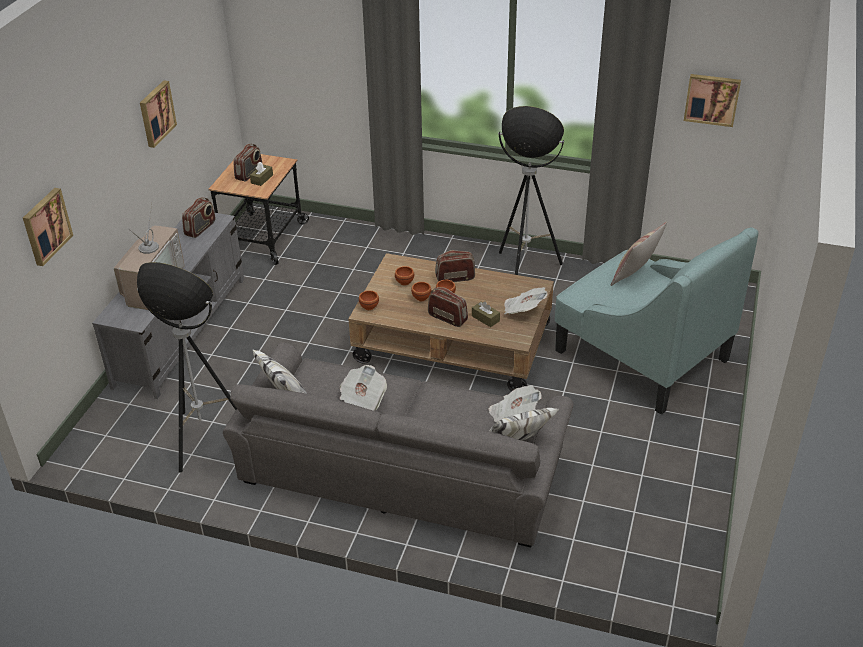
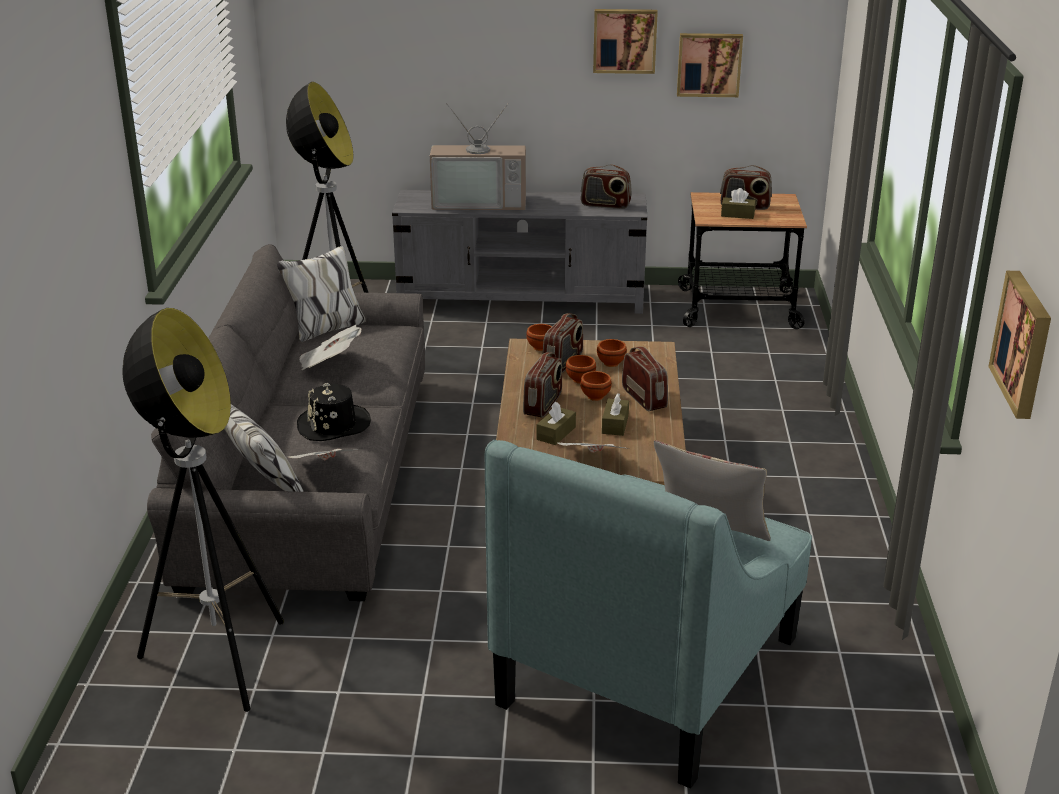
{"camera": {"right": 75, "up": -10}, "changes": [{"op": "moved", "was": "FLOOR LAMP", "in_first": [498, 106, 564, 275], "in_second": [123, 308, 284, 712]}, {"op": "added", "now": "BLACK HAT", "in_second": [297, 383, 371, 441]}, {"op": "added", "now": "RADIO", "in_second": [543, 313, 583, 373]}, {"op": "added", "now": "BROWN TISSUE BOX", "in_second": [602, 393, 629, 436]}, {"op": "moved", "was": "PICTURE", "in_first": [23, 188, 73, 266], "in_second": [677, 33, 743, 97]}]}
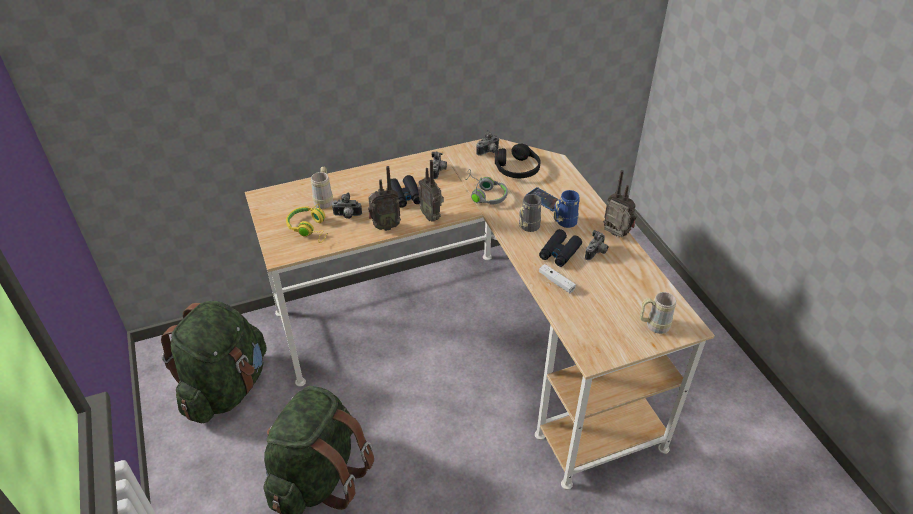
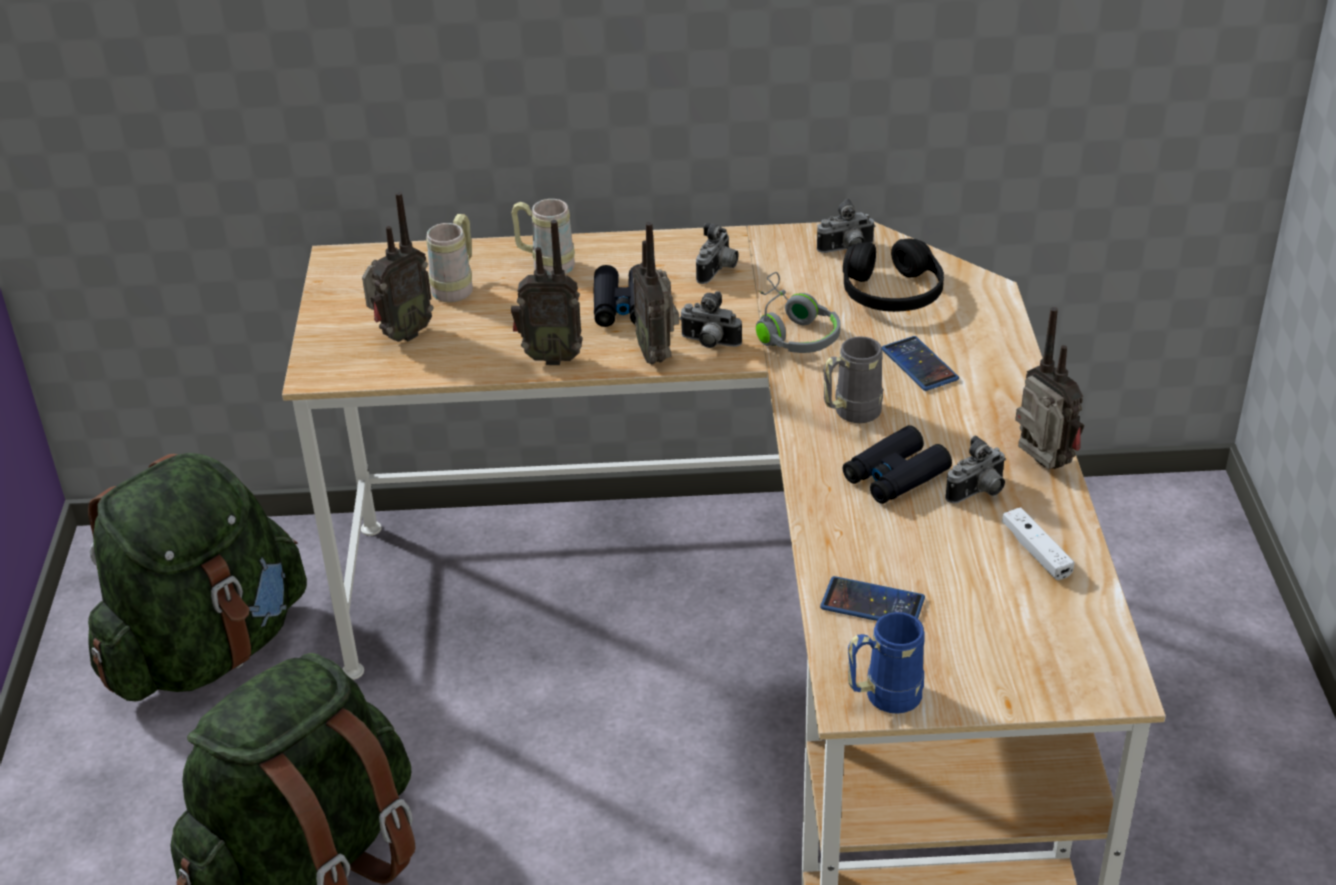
{"camera": {"right": 20, "up": -5}, "changes": [{"op": "replaced", "was": "YELLOW HEADPHONES", "now": "RADIO", "in_first": [286, 204, 328, 243], "in_second": [362, 192, 433, 342]}, {"op": "moved", "was": "BEIGE MUG", "in_first": [640, 292, 676, 334], "in_second": [511, 199, 575, 275]}, {"op": "moved", "was": "PHOTO CAMERA", "in_first": [332, 193, 362, 219], "in_second": [679, 291, 742, 348]}, {"op": "added", "now": "PHONE", "in_second": [820, 576, 925, 621]}, {"op": "moved", "was": "BLUE MUG", "in_first": [554, 190, 580, 228], "in_second": [848, 612, 925, 714]}, {"op": "moved", "was": "WHITE GAME CONTROLLER", "in_first": [539, 264, 576, 293], "in_second": [1002, 507, 1074, 580]}]}
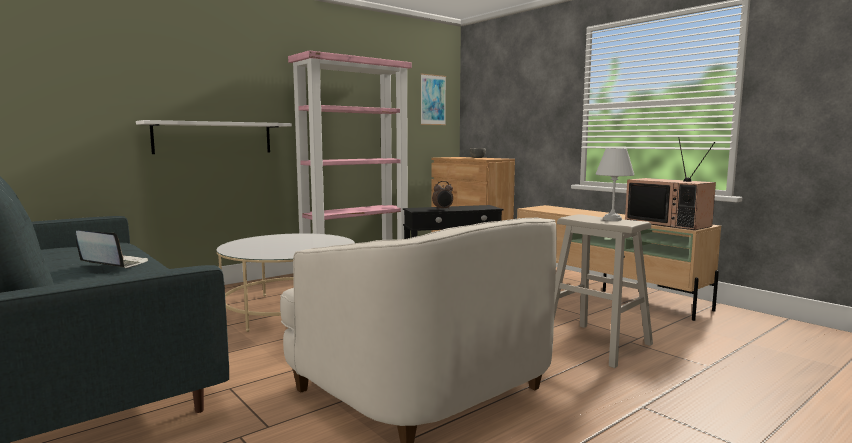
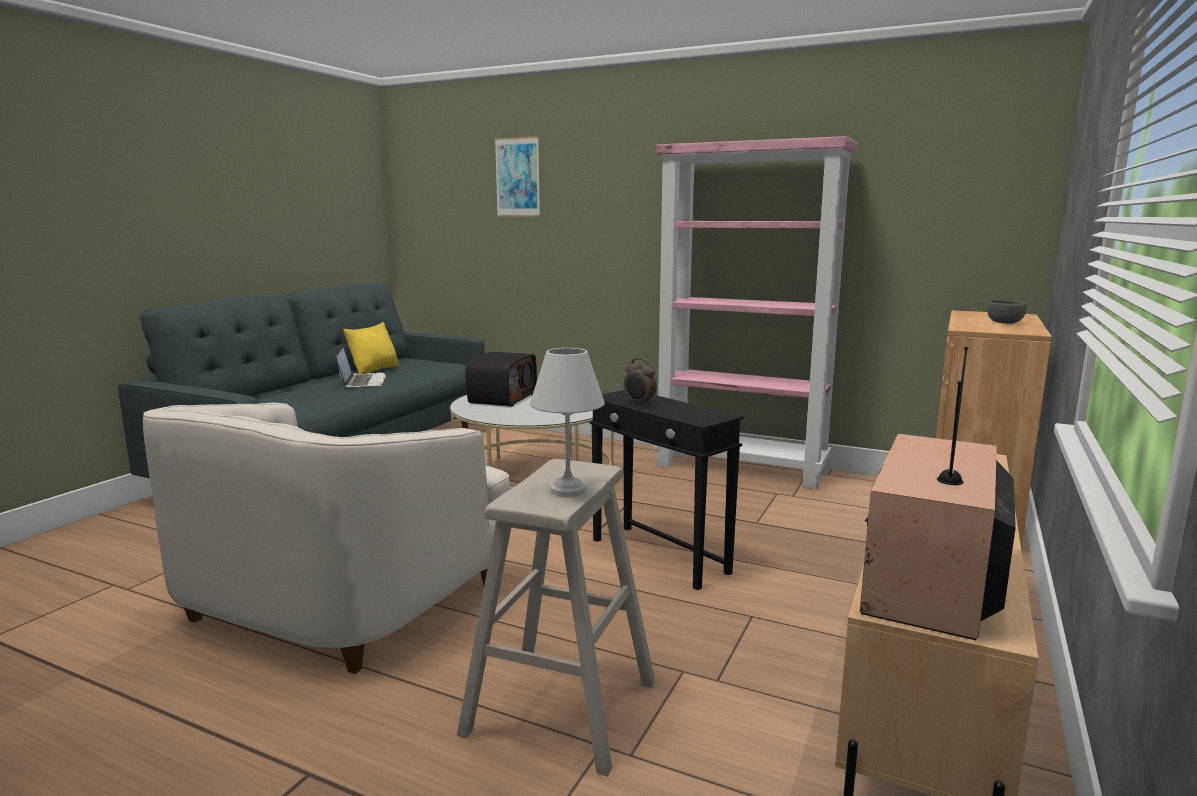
{"camera": {"right": 65, "up": 5}, "changes": [{"op": "added", "now": "YELLOW PILLOW", "in_second": [343, 322, 399, 374]}, {"op": "added", "now": "RADIO", "in_second": [466, 352, 537, 407]}, {"op": "moved", "was": "PICTURE", "in_first": [421, 74, 446, 125], "in_second": [495, 136, 540, 217]}, {"op": "removed", "was": "WHITE SHELF", "in_first": [136, 120, 292, 154]}]}
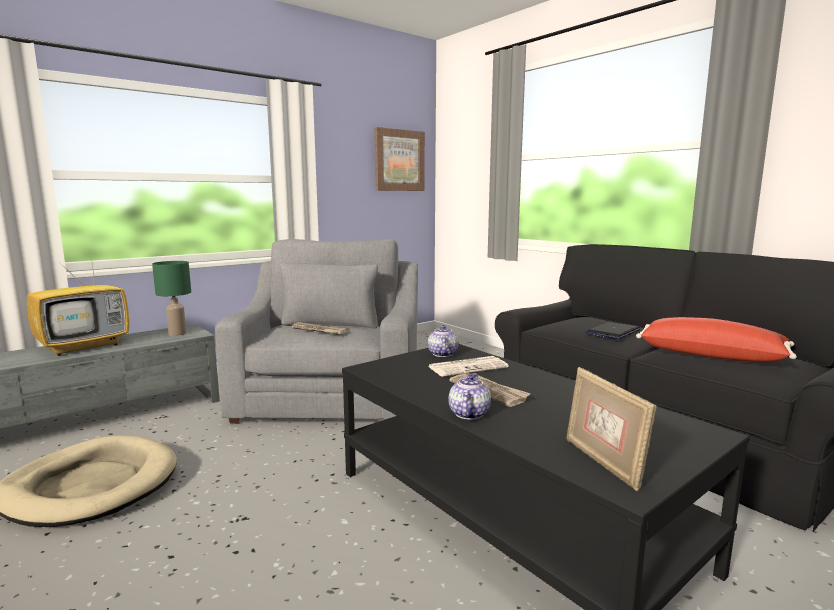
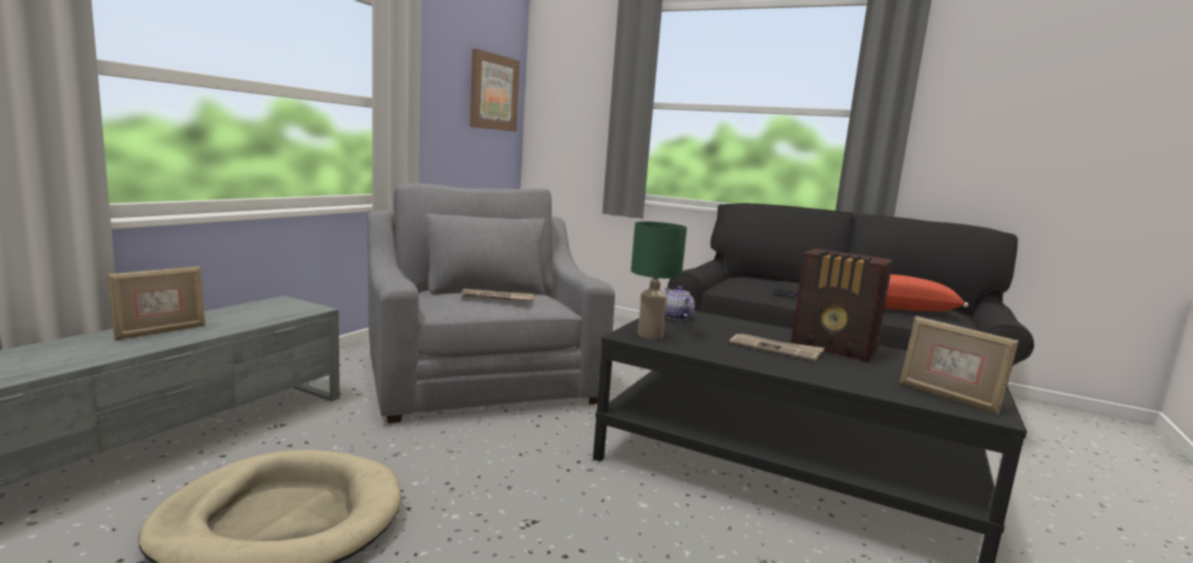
{"camera": {"right": -25, "up": 0}, "changes": [{"op": "replaced", "was": "TELEVISION", "now": "PICTURE FRAME", "in_first": [27, 250, 129, 356], "in_second": [107, 266, 206, 341]}, {"op": "moved", "was": "GREEN TABLE LAMP", "in_first": [152, 261, 191, 336], "in_second": [631, 222, 687, 340]}, {"op": "added", "now": "RADIO", "in_second": [791, 249, 893, 362]}, {"op": "removed", "was": "NEWSPAPER", "in_first": [428, 356, 509, 377]}, {"op": "removed", "was": "TEAPOT", "in_first": [449, 373, 491, 420]}]}
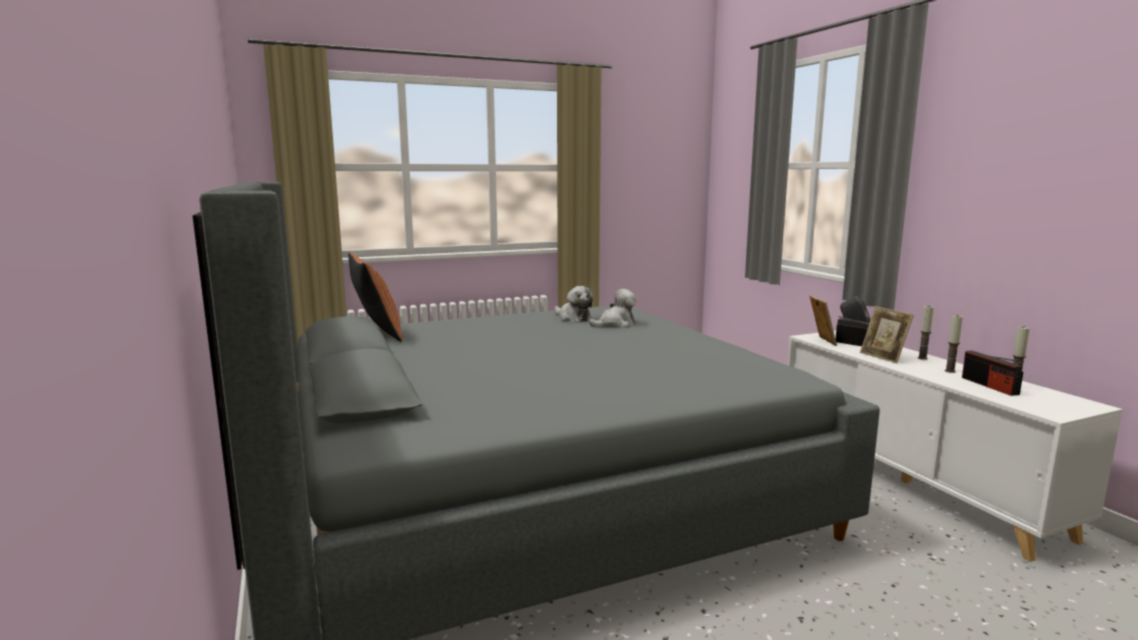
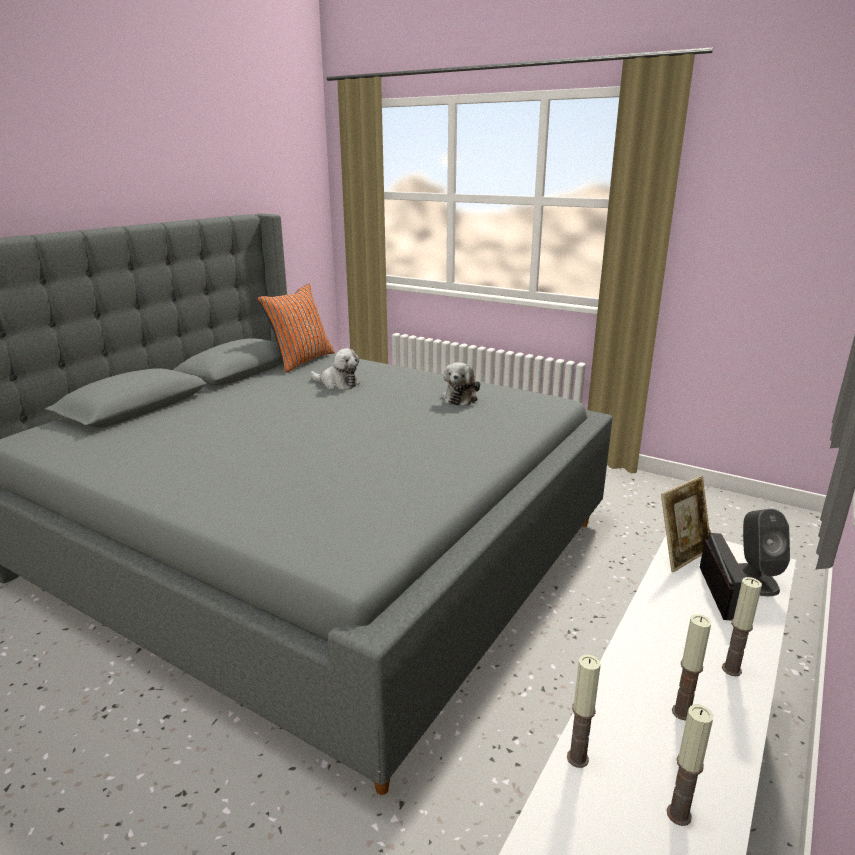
{"camera": {"right": 55, "up": 10}, "changes": [{"op": "moved", "was": "PLUSH TOY", "in_first": [589, 289, 637, 328], "in_second": [310, 348, 360, 390]}, {"op": "added", "now": "CANDLE", "in_second": [567, 655, 601, 768]}, {"op": "removed", "was": "PICTURE FRAME", "in_first": [860, 306, 914, 364]}, {"op": "removed", "was": "RADIO", "in_first": [962, 351, 1024, 396]}]}
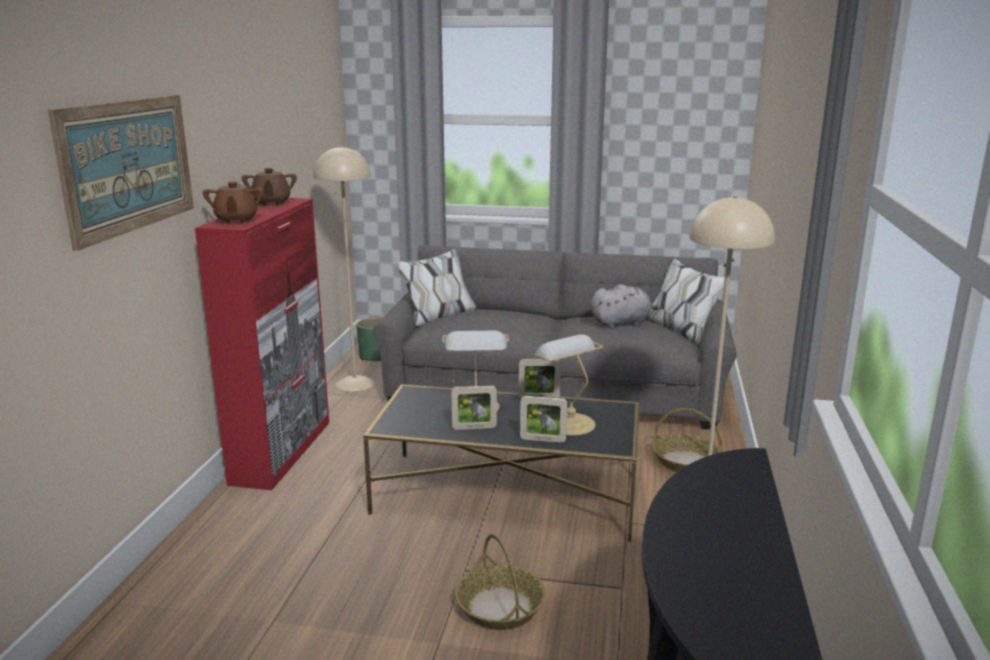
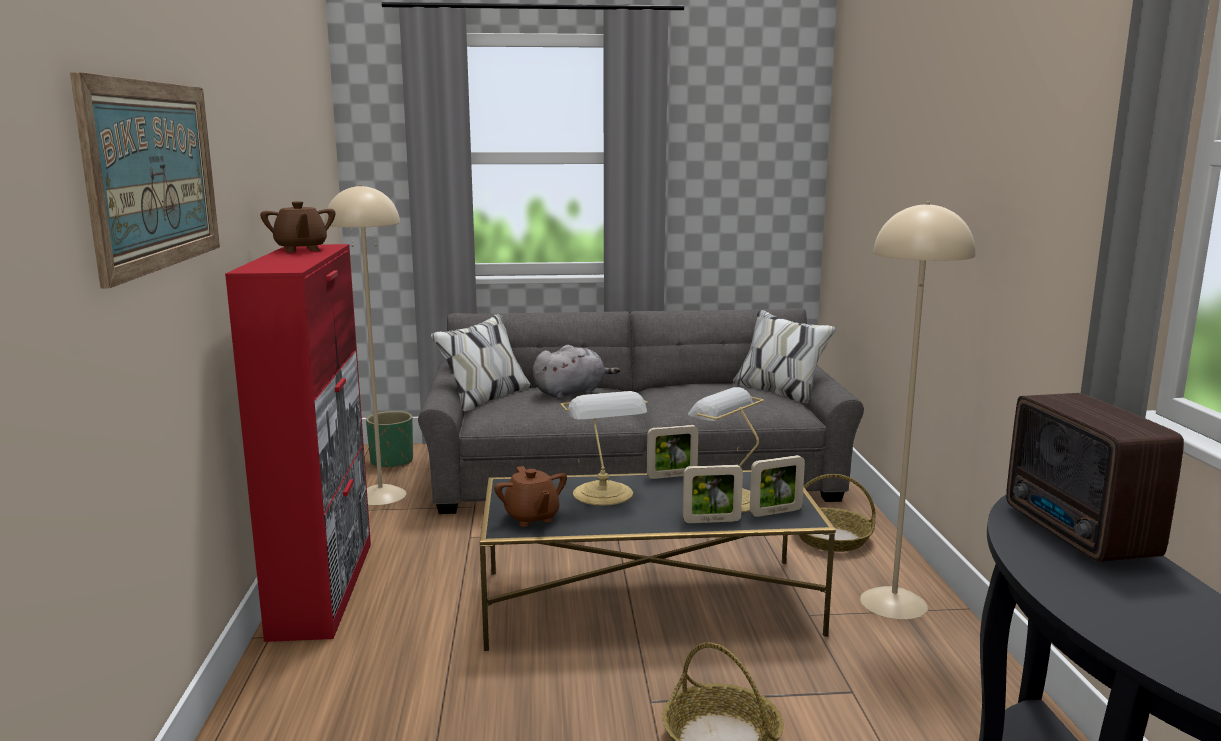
{"camera": {"right": -15, "up": -5}, "changes": [{"op": "moved", "was": "BROWN TEAPOT", "in_first": [203, 182, 264, 224], "in_second": [494, 466, 567, 527]}, {"op": "moved", "was": "GREY PLUSH TOY", "in_first": [591, 284, 662, 329], "in_second": [533, 345, 620, 399]}, {"op": "moved", "was": "PICTURE FRAME", "in_first": [451, 385, 497, 430], "in_second": [750, 455, 805, 517]}, {"op": "added", "now": "RADIO", "in_second": [1006, 393, 1184, 562]}]}
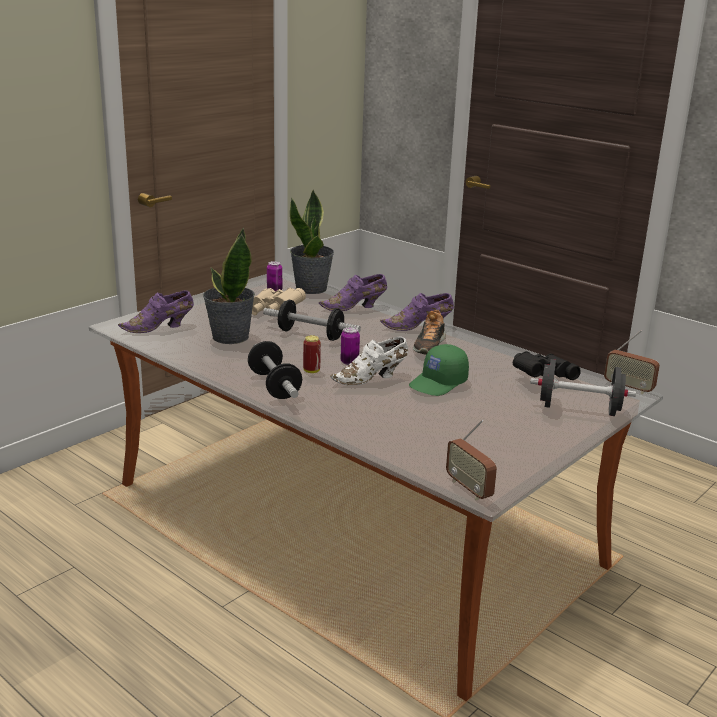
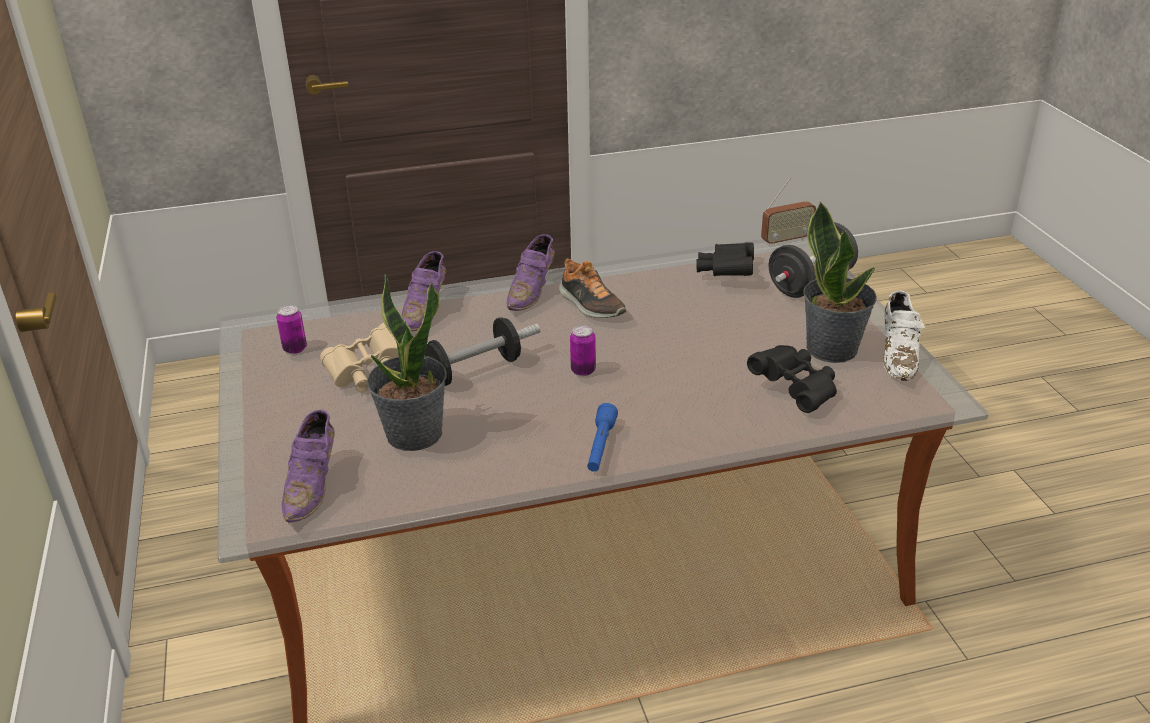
{"camera": {"right": -55, "up": 10}, "changes": [{"op": "replaced", "was": "DUMBBELL", "now": "BLUE FLASHLIGHT", "in_first": [248, 341, 302, 399], "in_second": [587, 403, 618, 472]}, {"op": "added", "now": "BLACK BINOCULARS", "in_second": [747, 345, 837, 413]}, {"op": "moved", "was": "POTTED PLANT", "in_first": [290, 189, 334, 294], "in_second": [803, 201, 877, 363]}, {"op": "moved", "was": "WHITE SHOE", "in_first": [330, 337, 408, 385], "in_second": [883, 291, 925, 381]}, {"op": "removed", "was": "CAN", "in_first": [303, 335, 321, 373]}, {"op": "removed", "was": "GREEN CAP", "in_first": [409, 344, 469, 396]}, {"op": "removed", "was": "RADIO", "in_first": [446, 420, 497, 500]}]}
